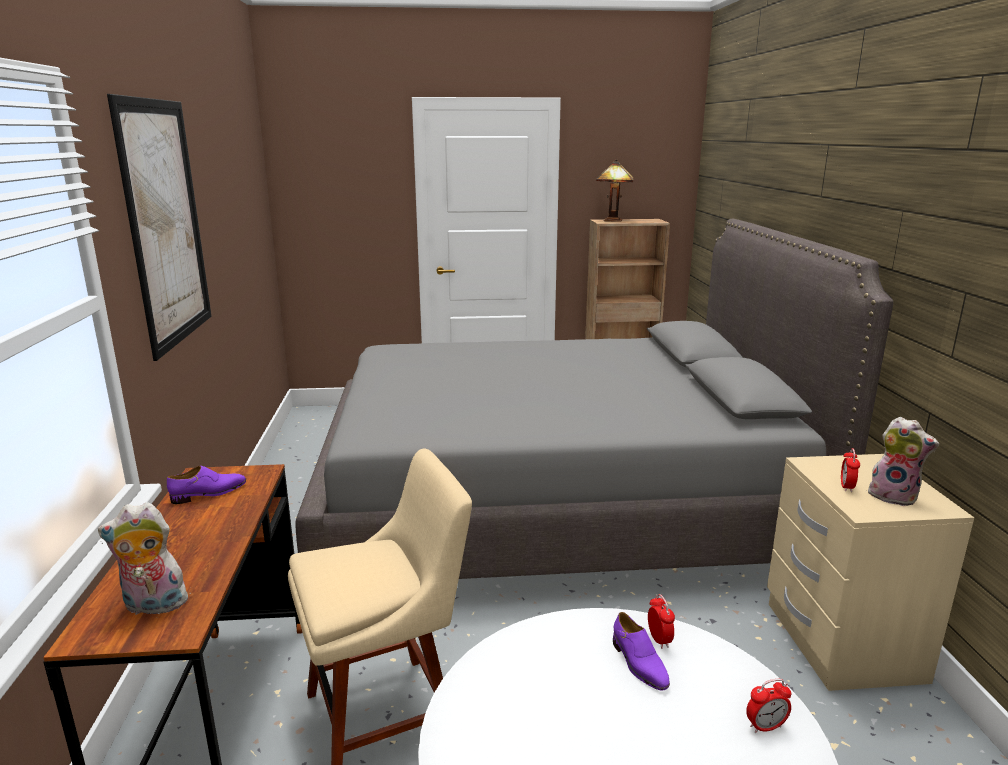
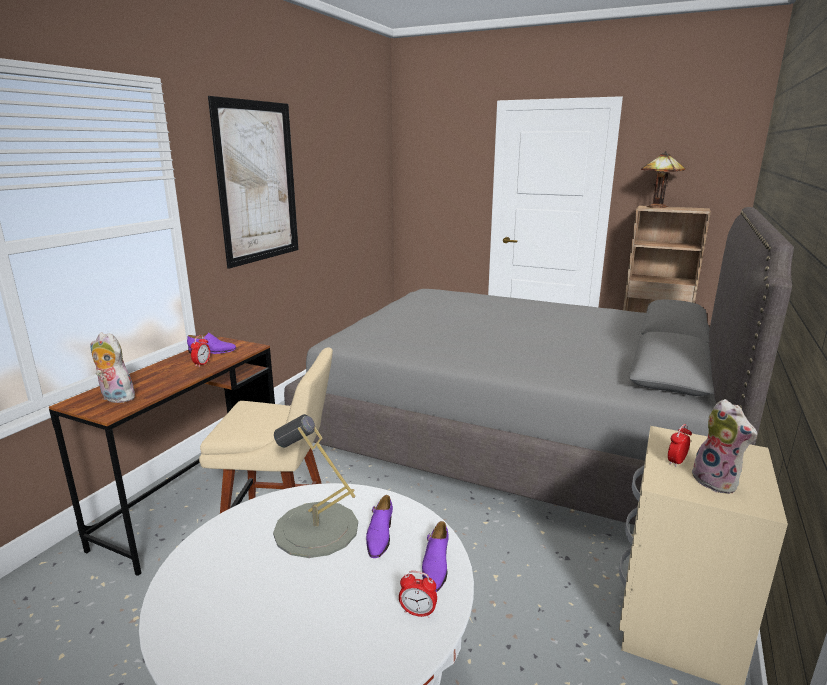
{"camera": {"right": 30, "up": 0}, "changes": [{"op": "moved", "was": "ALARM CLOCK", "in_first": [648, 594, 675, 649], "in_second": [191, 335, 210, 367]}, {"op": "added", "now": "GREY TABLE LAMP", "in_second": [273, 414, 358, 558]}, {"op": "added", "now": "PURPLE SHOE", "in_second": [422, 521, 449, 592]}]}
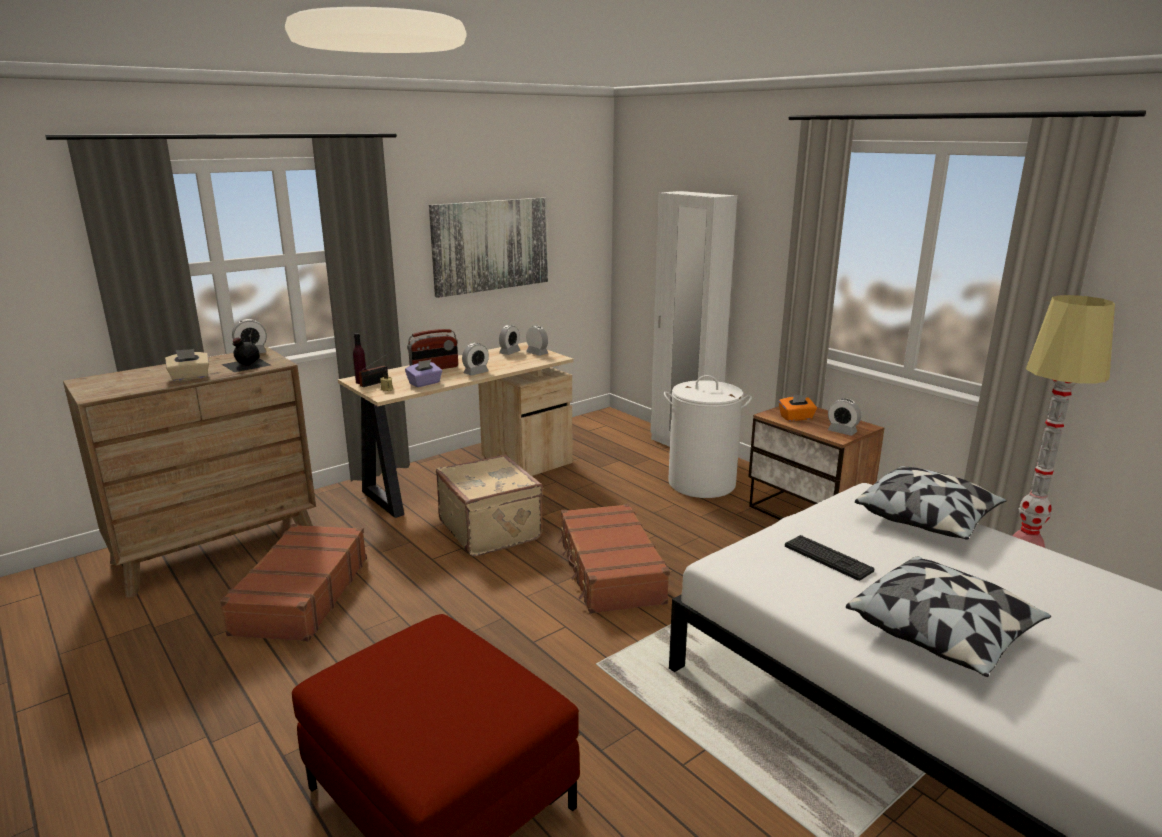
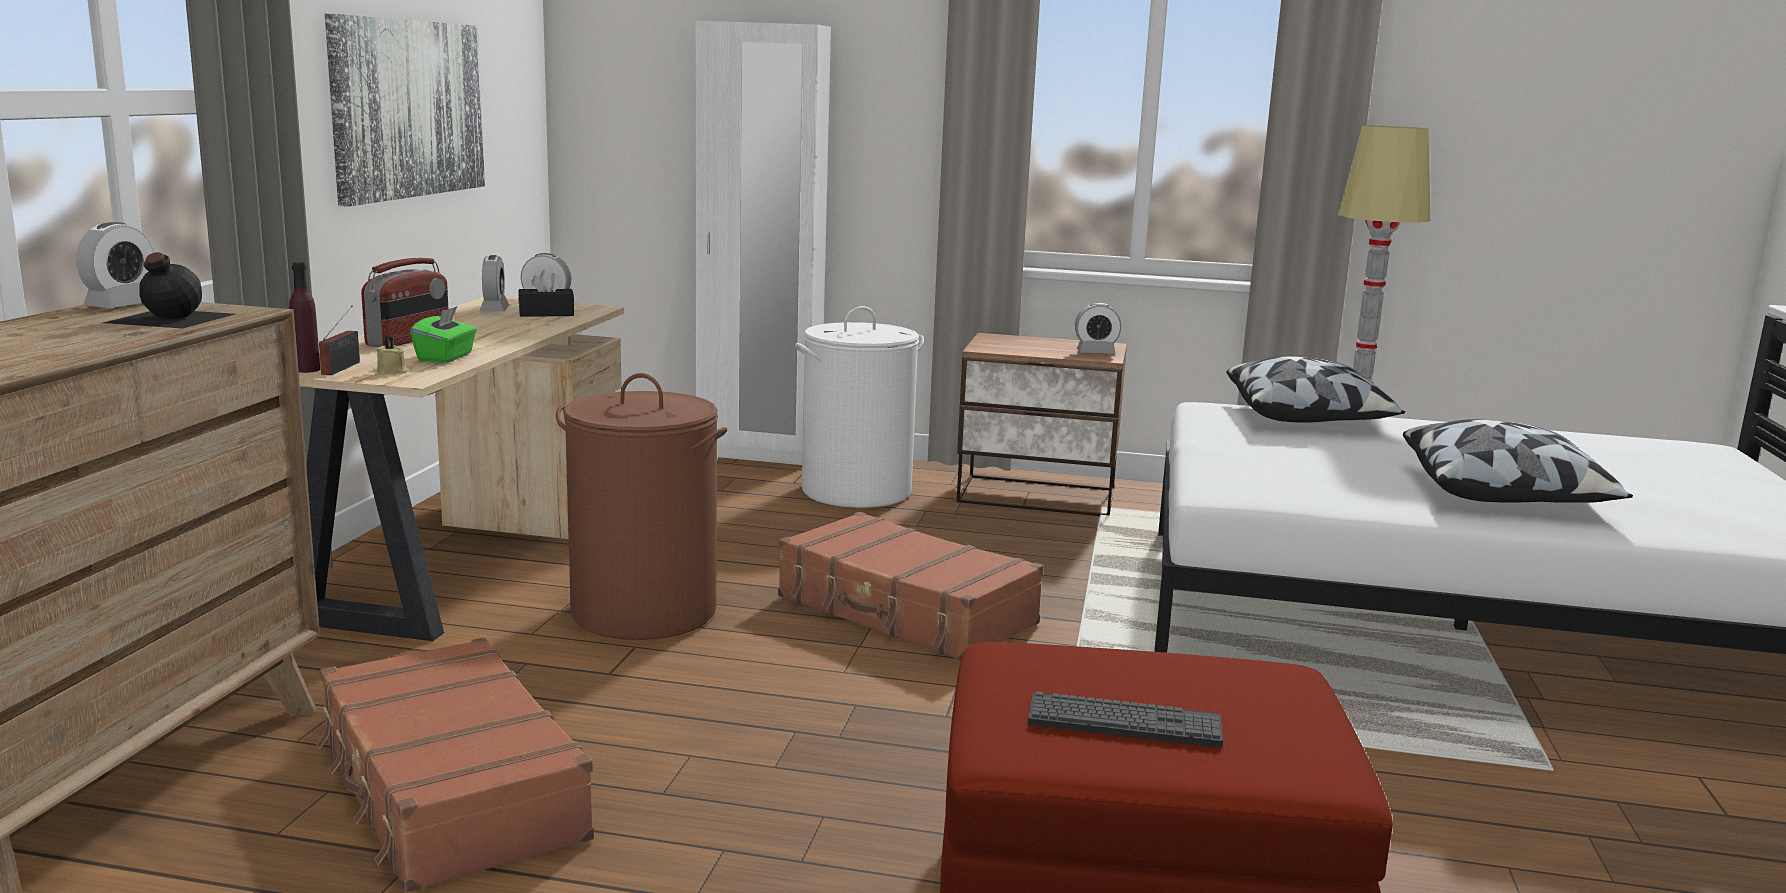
{"camera": {"right": -40, "up": -5}, "changes": [{"op": "recoloured", "was": "PURPLE TISSUE BOX", "now": "GREEN TISSUE BOX", "in_first": [405, 359, 442, 387], "in_second": [410, 306, 477, 363]}, {"op": "added", "now": "BLACK TISSUE BOX", "in_second": [518, 269, 574, 317]}, {"op": "replaced", "was": "BEIGE SUITCASE", "now": "BROWN LAUNDRY BASKET", "in_first": [436, 454, 543, 556], "in_second": [556, 373, 727, 640]}, {"op": "moved", "was": "KEYBOARD", "in_first": [785, 535, 875, 581], "in_second": [1028, 691, 1223, 748]}, {"op": "removed", "was": "BEIGE TISSUE BOX", "in_first": [165, 349, 209, 381]}, {"op": "removed", "was": "ALARM CLOCK", "in_first": [462, 343, 489, 376]}, {"op": "removed", "was": "ORANGE TISSUE BOX", "in_first": [779, 395, 817, 421]}]}
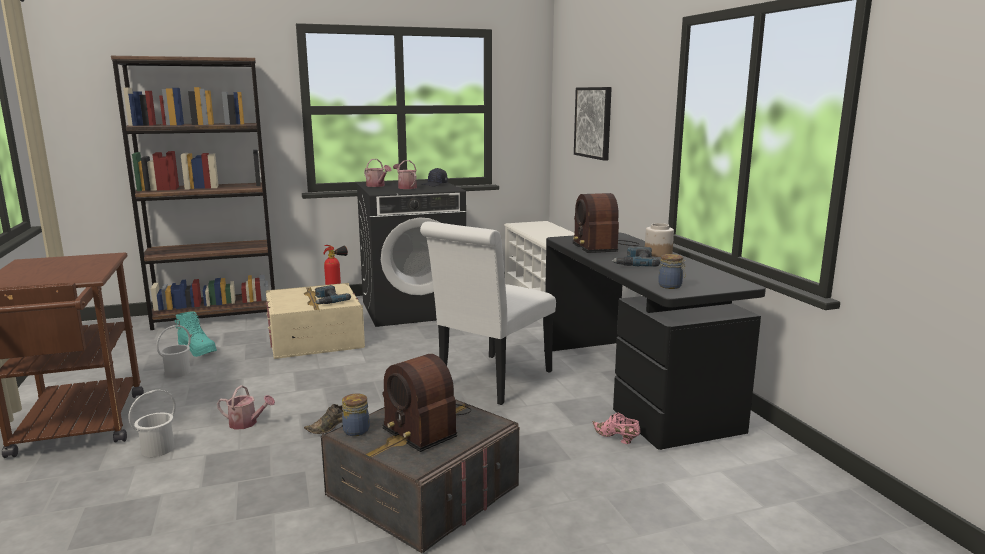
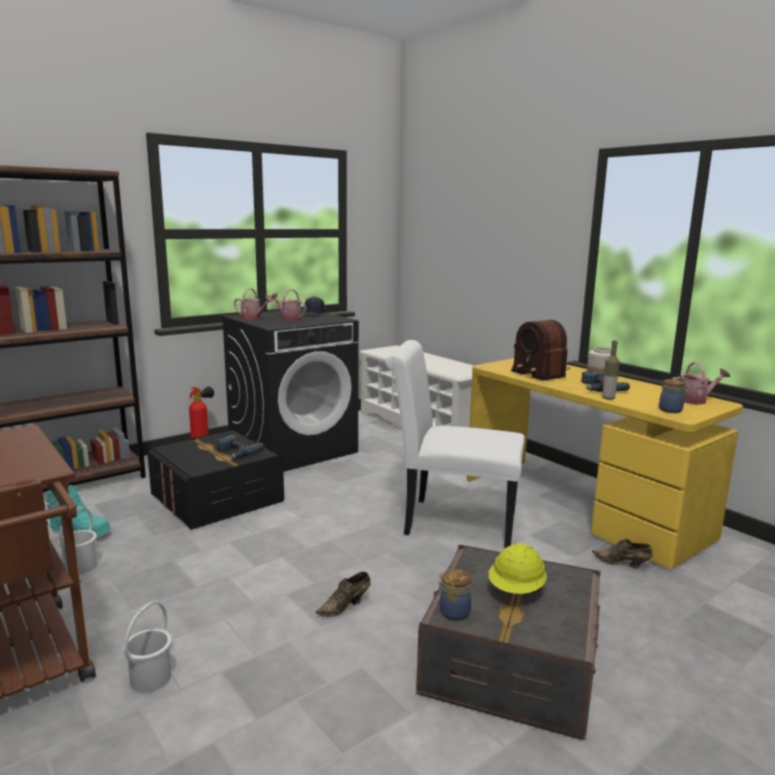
{"camera": {"right": -20, "up": 0}, "changes": [{"op": "recoloured", "was": "BEIGE STORAGE BOX", "now": "BLACK STORAGE BOX", "in_first": [266, 283, 365, 359], "in_second": [147, 429, 284, 530]}, {"op": "turned", "was": "WHITE CHAIR", "in_first": [420, 221, 556, 405], "in_second": [385, 340, 525, 548], "clockwise": 90}, {"op": "recoloured", "was": "BLACK DESK", "now": "YELLOW DESK", "in_first": [544, 232, 766, 450], "in_second": [467, 358, 743, 569]}, {"op": "replaced", "was": "RADIO", "now": "YELLOW HARD HAT", "in_first": [382, 354, 471, 452], "in_second": [488, 543, 547, 594]}, {"op": "recoloured", "was": "PINK SHOE", "now": "BROWN SHOE", "in_first": [592, 413, 641, 444], "in_second": [592, 539, 653, 568]}, {"op": "added", "now": "BOTTLE", "in_second": [602, 341, 620, 400]}, {"op": "moved", "was": "WATERING CAN", "in_first": [217, 385, 275, 430], "in_second": [673, 361, 730, 405]}, {"op": "removed", "was": "PICTURE", "in_first": [574, 87, 612, 161]}]}
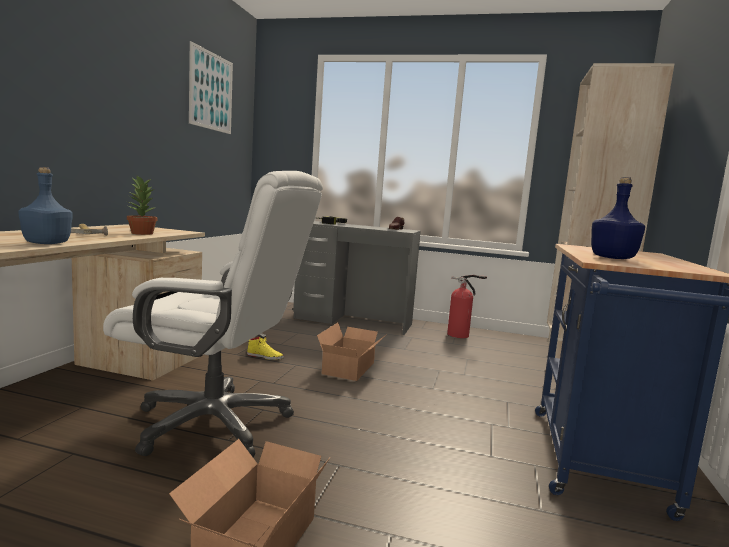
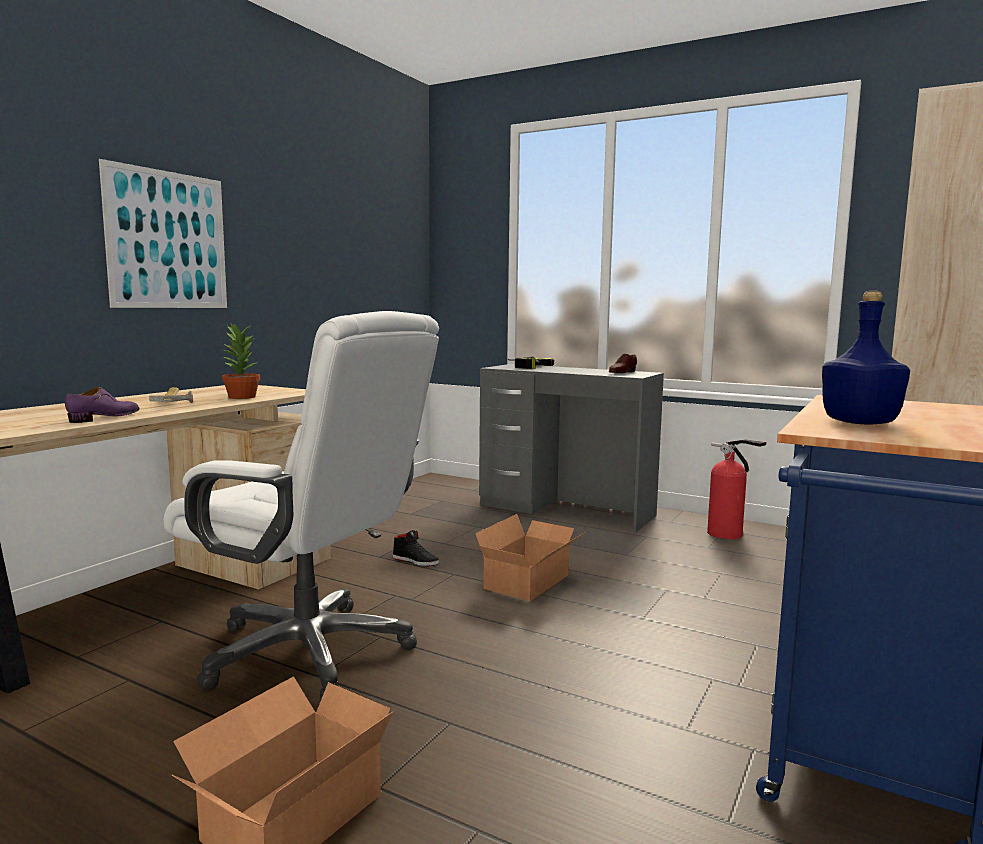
{"camera": {"right": 15, "up": 0}, "changes": [{"op": "replaced", "was": "BLUE BOTTLE", "now": "PURPLE SHOE", "in_first": [18, 167, 72, 244], "in_second": [65, 387, 139, 423]}, {"op": "moved", "was": "PICTURE", "in_first": [189, 41, 233, 134], "in_second": [99, 159, 227, 308]}, {"op": "recoloured", "was": "YELLOW SHOE", "now": "BLACK SHOE", "in_first": [247, 337, 284, 360], "in_second": [392, 530, 439, 566]}]}
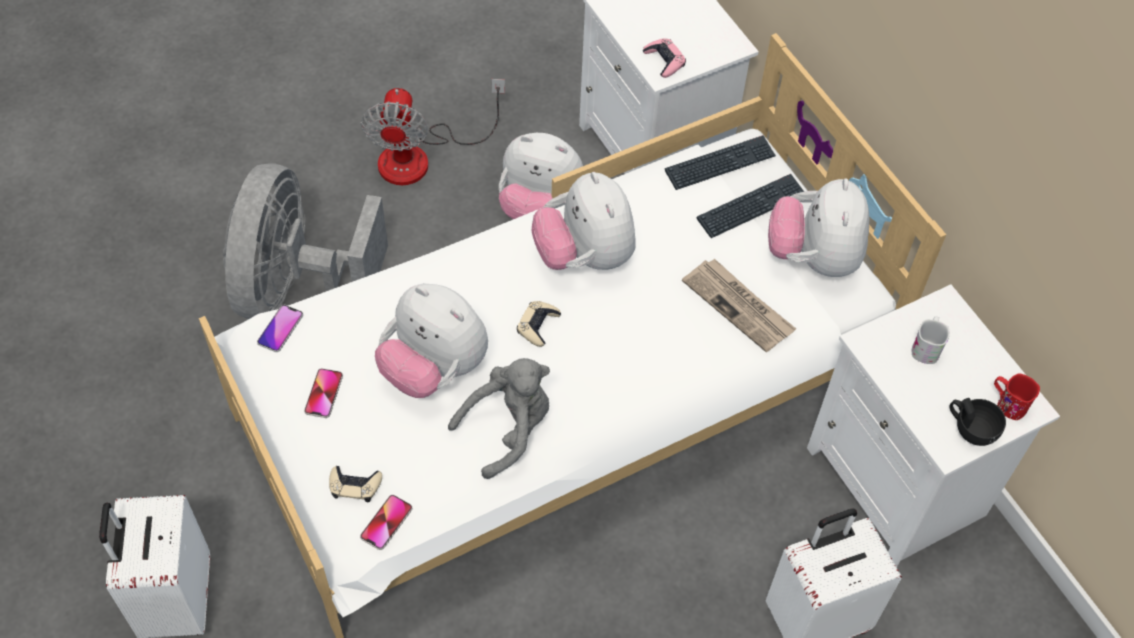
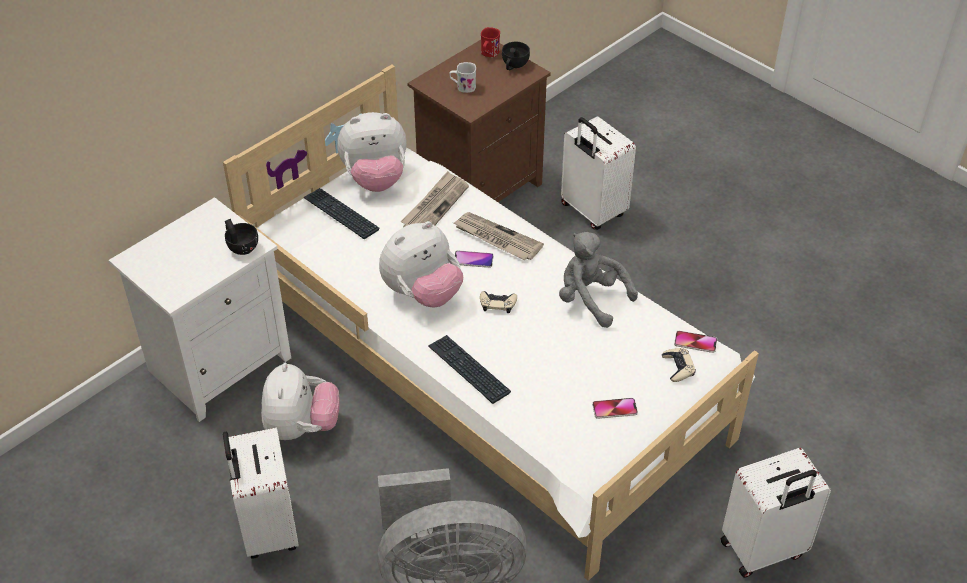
{"camera": {"right": -105, "up": -10}, "changes": [{"op": "replaced", "was": "FAN", "now": "WHITE SUITCASE", "in_first": [361, 79, 505, 185], "in_second": [223, 428, 299, 559]}, {"op": "replaced", "was": "PINK GAME CONTROLLER", "now": "BLACK CUP", "in_first": [643, 38, 686, 78], "in_second": [224, 219, 258, 255]}, {"op": "recoloured", "was": "WHITE NIGHTSTAND", "now": "BROWN NIGHTSTAND", "in_first": [807, 284, 1060, 567], "in_second": [407, 40, 551, 202]}, {"op": "moved", "was": "KEYBOARD", "in_first": [665, 135, 776, 190], "in_second": [428, 335, 511, 404]}, {"op": "added", "now": "NEWSPAPER", "in_second": [454, 212, 544, 260]}, {"op": "moved", "was": "PHONE", "in_first": [257, 305, 303, 352], "in_second": [454, 250, 494, 268]}, {"op": "removed", "was": "PLUSH TOY", "in_first": [375, 284, 488, 398]}]}
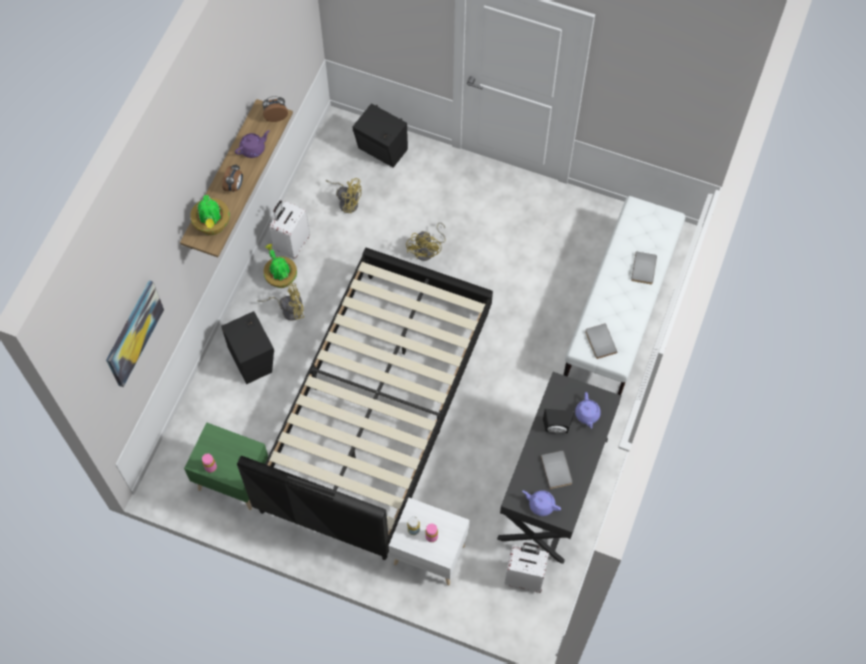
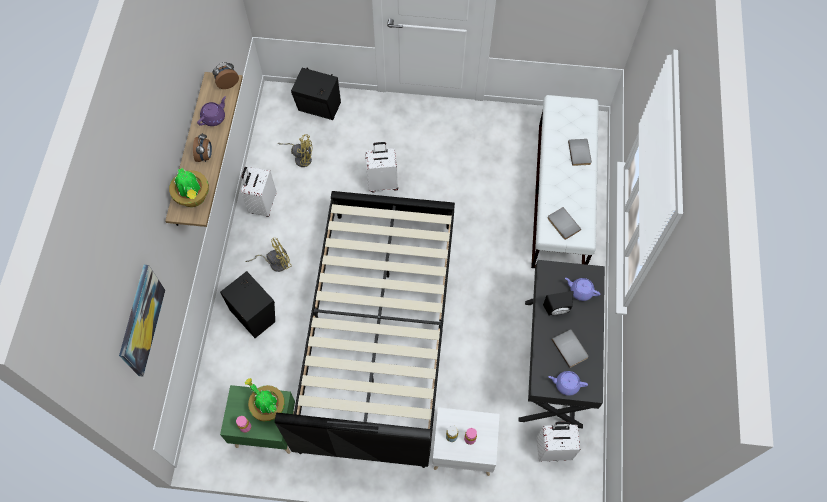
{"camera": {"right": -15, "up": 0}, "changes": [{"op": "moved", "was": "POTTED PLANT", "in_first": [264, 244, 297, 288], "in_second": [245, 378, 285, 422]}, {"op": "replaced", "was": "YELLOW FAN", "now": "WHITE SUITCASE", "in_first": [406, 222, 446, 261], "in_second": [365, 142, 398, 193]}, {"op": "turned", "was": "PURPLE TEAPOT", "in_first": [575, 392, 601, 429], "in_second": [565, 278, 600, 301], "clockwise": 135}]}
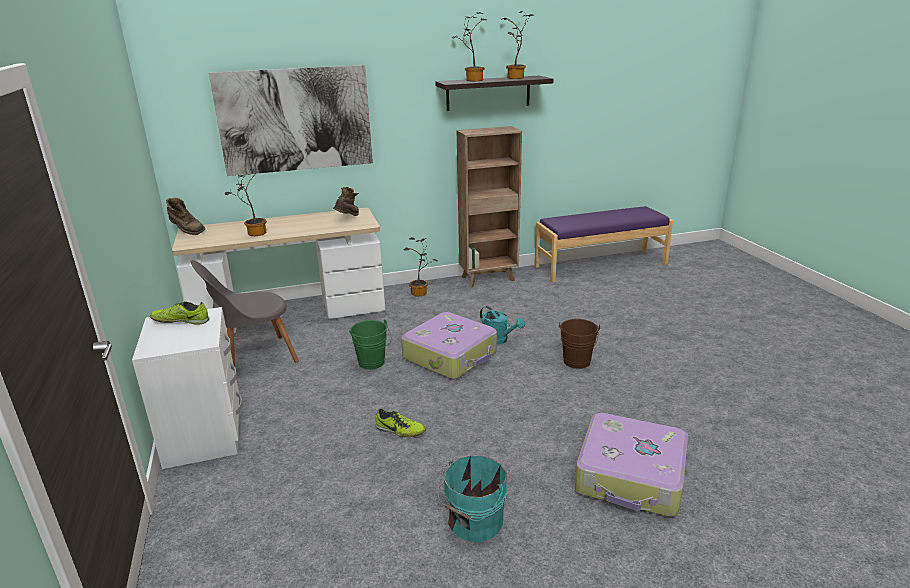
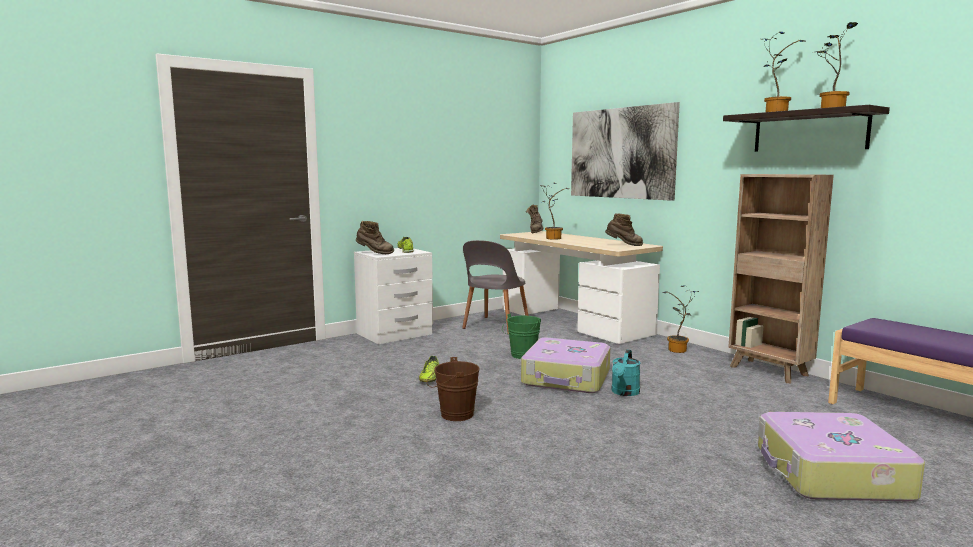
{"camera": {"right": 70, "up": -15}, "changes": [{"op": "added", "now": "BROWN BOOT", "in_second": [356, 221, 394, 254]}, {"op": "moved", "was": "BROWN BUCKET", "in_first": [559, 319, 600, 369], "in_second": [427, 357, 480, 421]}, {"op": "turned", "was": "GREY CHAIR", "in_first": [191, 260, 299, 366], "in_second": [462, 240, 529, 335], "clockwise": -105}, {"op": "moved", "was": "SUITCASE", "in_first": [575, 413, 688, 517], "in_second": [758, 412, 925, 501]}, {"op": "removed", "was": "TURQUOISE BUCKET", "in_first": [438, 455, 508, 542]}]}
